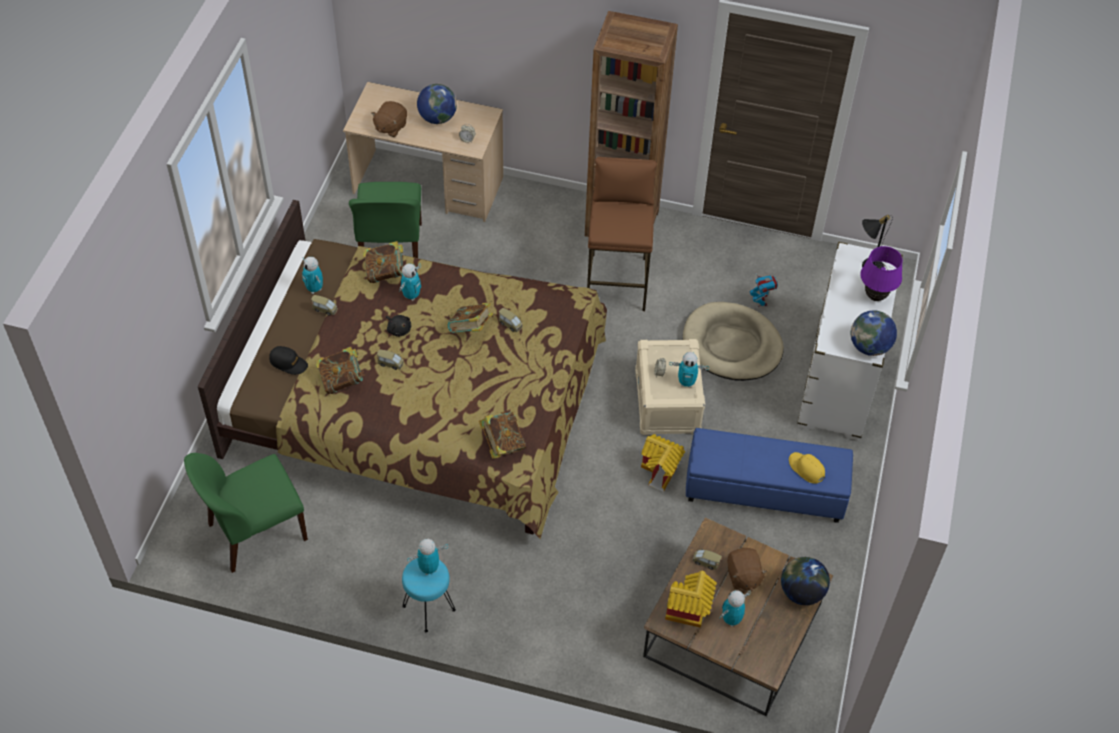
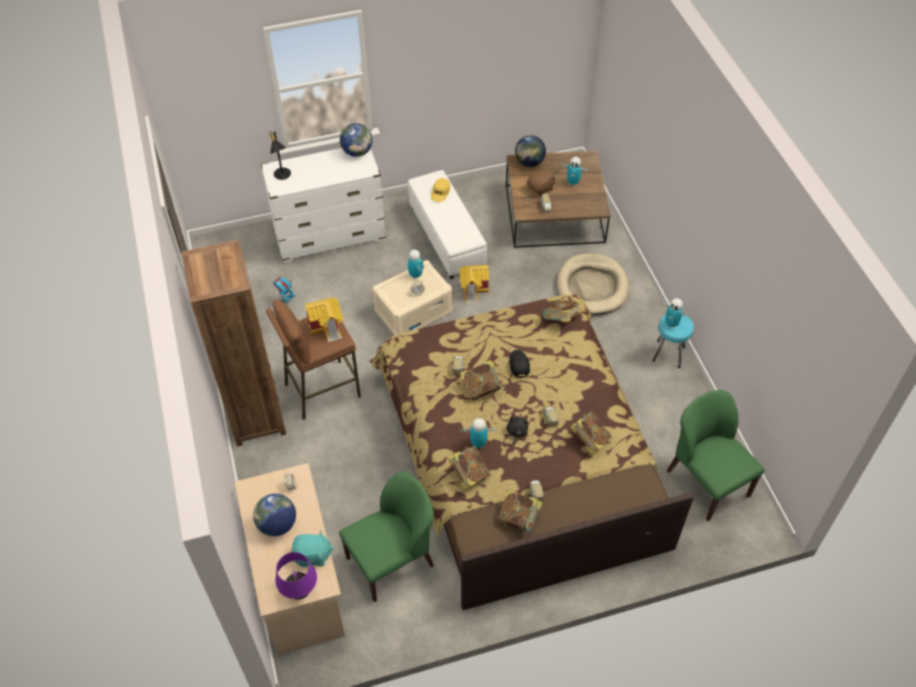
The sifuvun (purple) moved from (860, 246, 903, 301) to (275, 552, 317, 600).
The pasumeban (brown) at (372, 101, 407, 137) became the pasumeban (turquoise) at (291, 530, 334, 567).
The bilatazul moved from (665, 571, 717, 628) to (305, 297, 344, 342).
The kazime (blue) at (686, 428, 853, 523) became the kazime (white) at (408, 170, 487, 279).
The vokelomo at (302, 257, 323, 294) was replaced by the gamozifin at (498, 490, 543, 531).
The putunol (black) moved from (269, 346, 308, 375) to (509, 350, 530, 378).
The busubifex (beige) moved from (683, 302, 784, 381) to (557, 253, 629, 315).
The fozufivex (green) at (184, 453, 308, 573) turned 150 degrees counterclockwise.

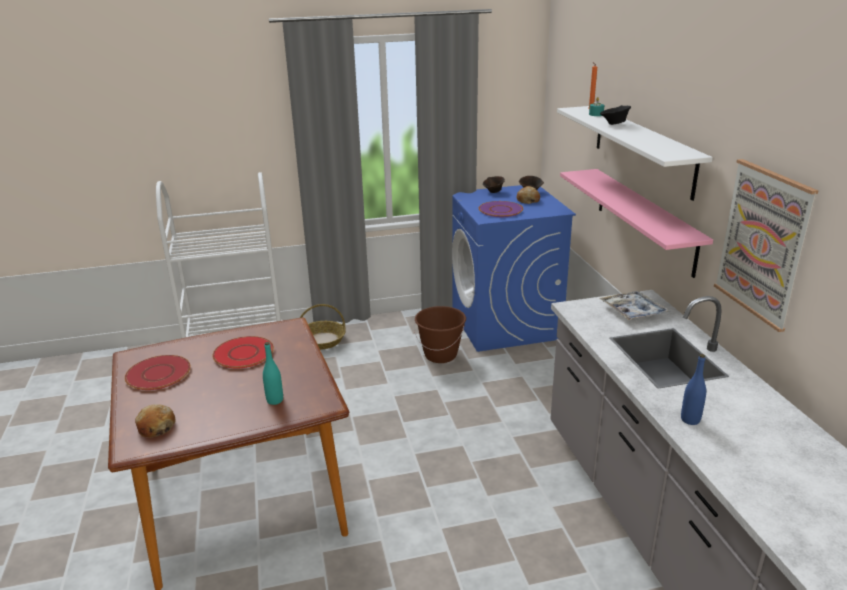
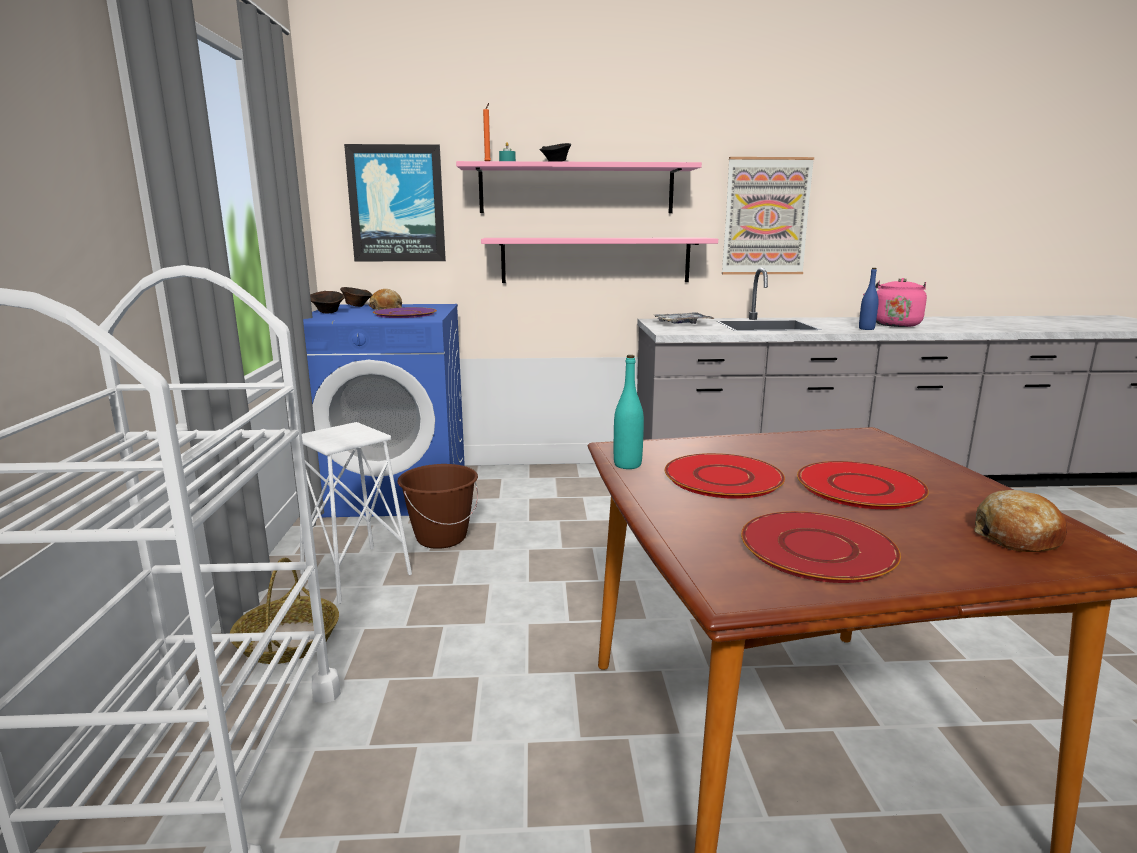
The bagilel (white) at (300, 422, 412, 604) appeared.
The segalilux at (344, 144, 446, 261) appeared.
The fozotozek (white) at (557, 106, 713, 201) became the fozotozek (pink) at (456, 161, 702, 213).
The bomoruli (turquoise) moved from (263, 342, 283, 405) to (614, 355, 644, 469).
The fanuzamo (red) at (797, 461, 929, 509) appeared.
The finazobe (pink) at (863, 278, 927, 327) appeared.

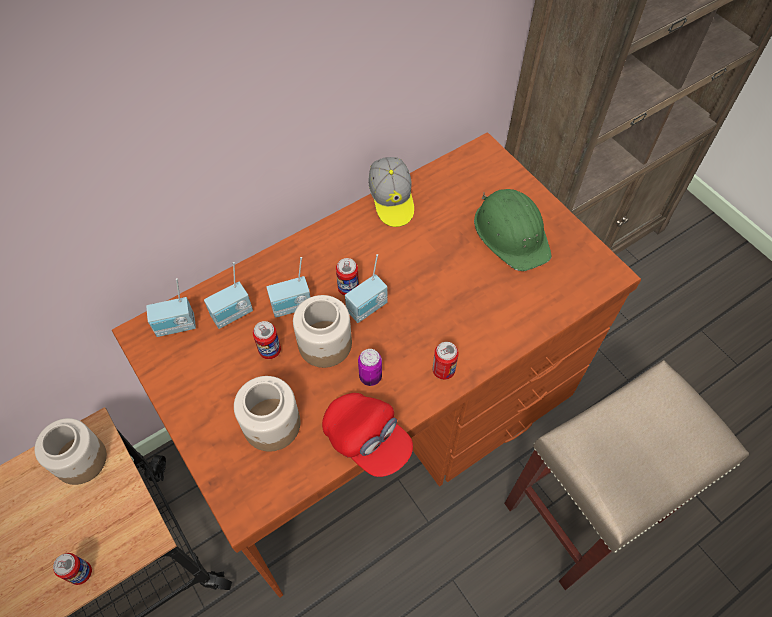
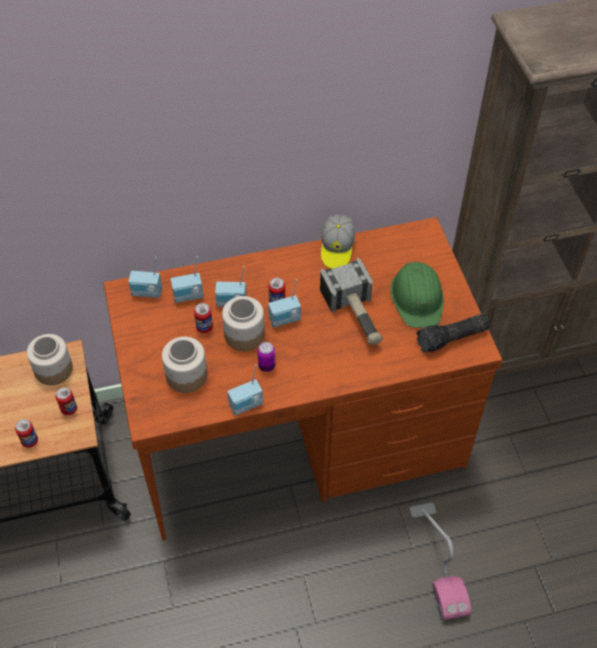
The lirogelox moved from (432, 342, 459, 380) to (55, 387, 77, 415).
The putunol (red) at (322, 393, 413, 477) was replaced by the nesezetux at (227, 364, 263, 416).
The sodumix at (320, 257, 383, 345) appeared.
The bagilel (beige) at (504, 360, 749, 590) was replaced by the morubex at (410, 503, 471, 620).
The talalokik at (417, 314, 490, 353) appeared.

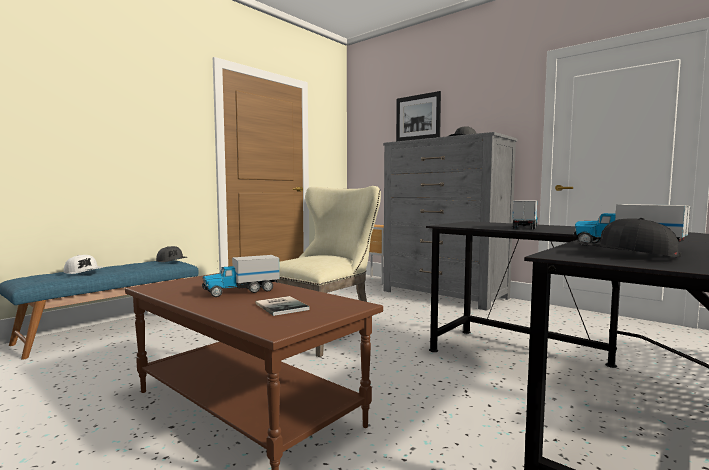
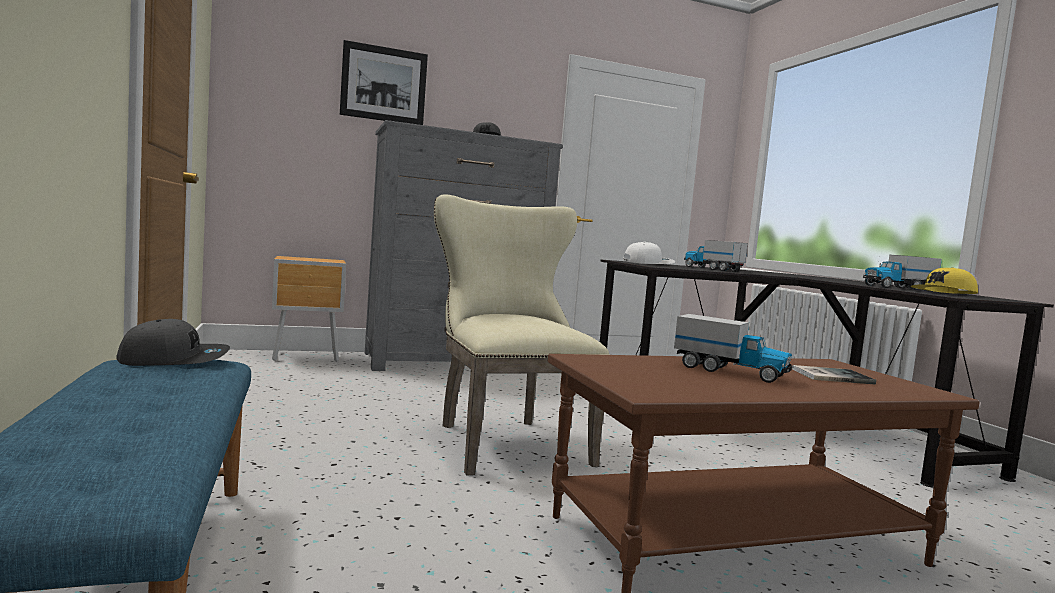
The putunol (white) moved from (64, 255, 102, 274) to (623, 242, 675, 264).
The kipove at (202, 255, 280, 297) turned 60 degrees counterclockwise.
The putunol (black) at (574, 218, 681, 257) became the putunol (yellow) at (911, 267, 978, 294).

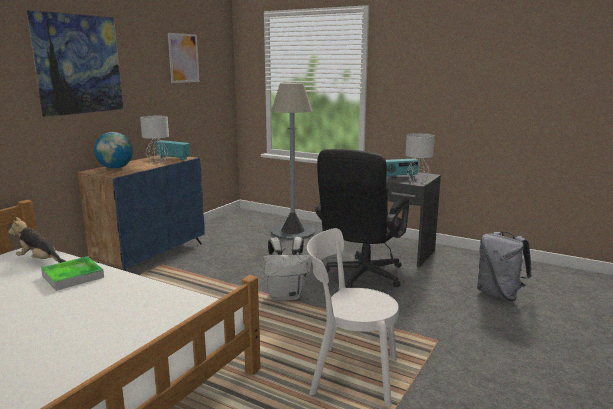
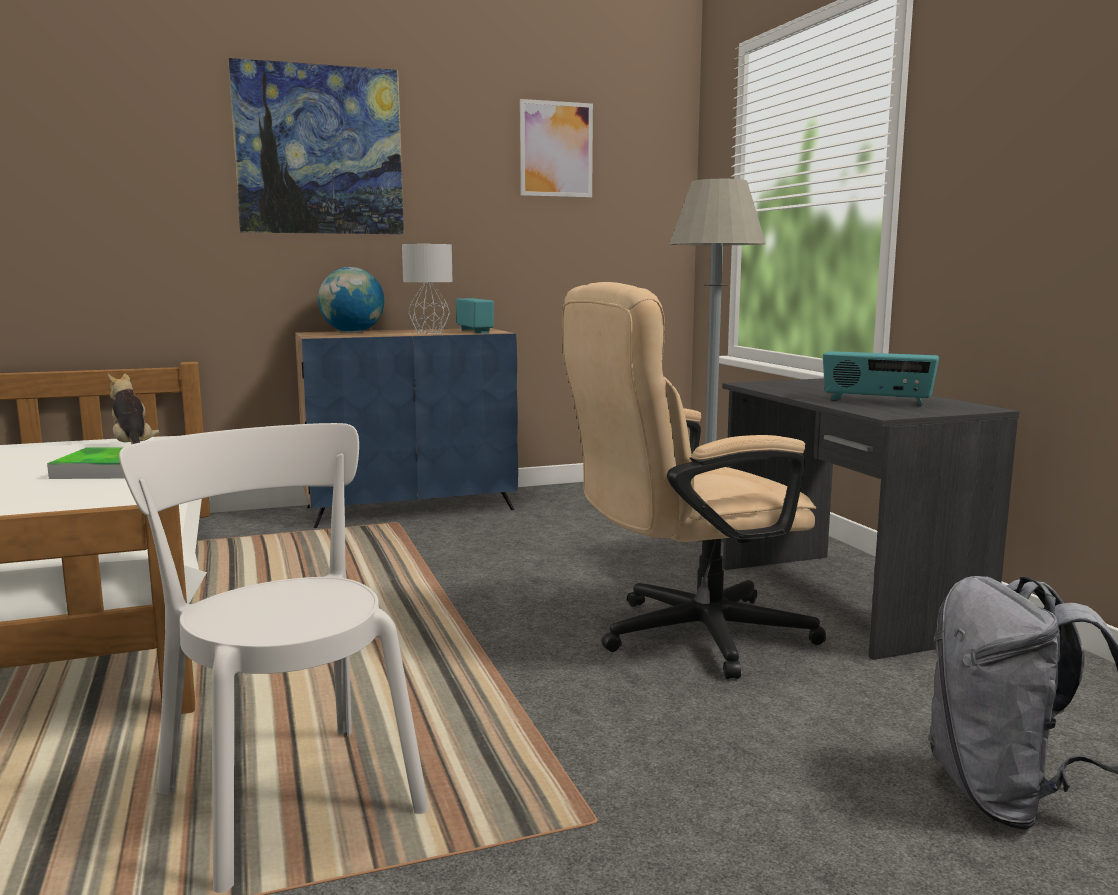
The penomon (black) at (315, 149, 409, 288) became the penomon (beige) at (562, 282, 826, 679).
The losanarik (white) at (263, 237, 312, 301) disappeared.
The sifuvun (grey) at (406, 133, 435, 185) disappeared.

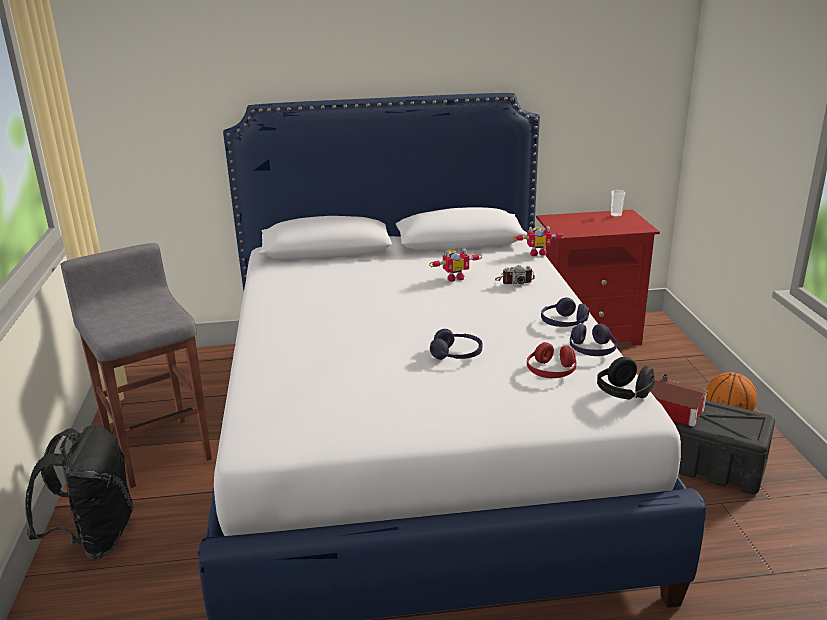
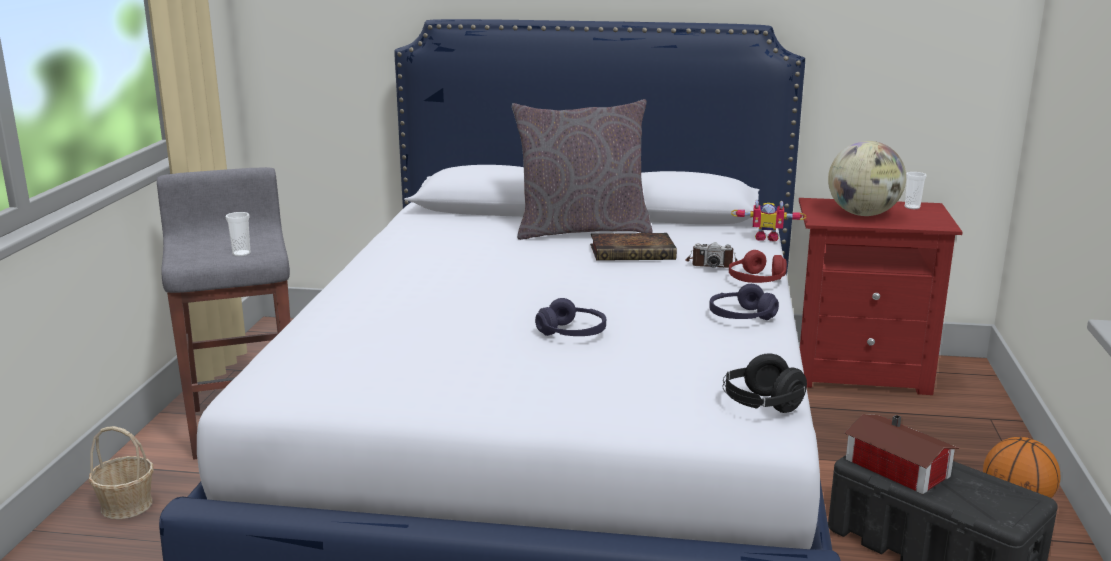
The losanarik (black) at (25, 425, 134, 559) was replaced by the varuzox at (89, 426, 154, 519).
The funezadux at (226, 212, 251, 256) appeared.
The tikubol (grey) at (512, 99, 653, 240) appeared.
The vokelomo at (429, 248, 482, 282) was replaced by the gamozifin at (590, 233, 677, 261).
The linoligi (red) moved from (527, 342, 577, 378) to (729, 250, 787, 283).
The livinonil at (828, 141, 906, 216) appeared.
The linoligi (purple) at (570, 324, 618, 356) disappeared.

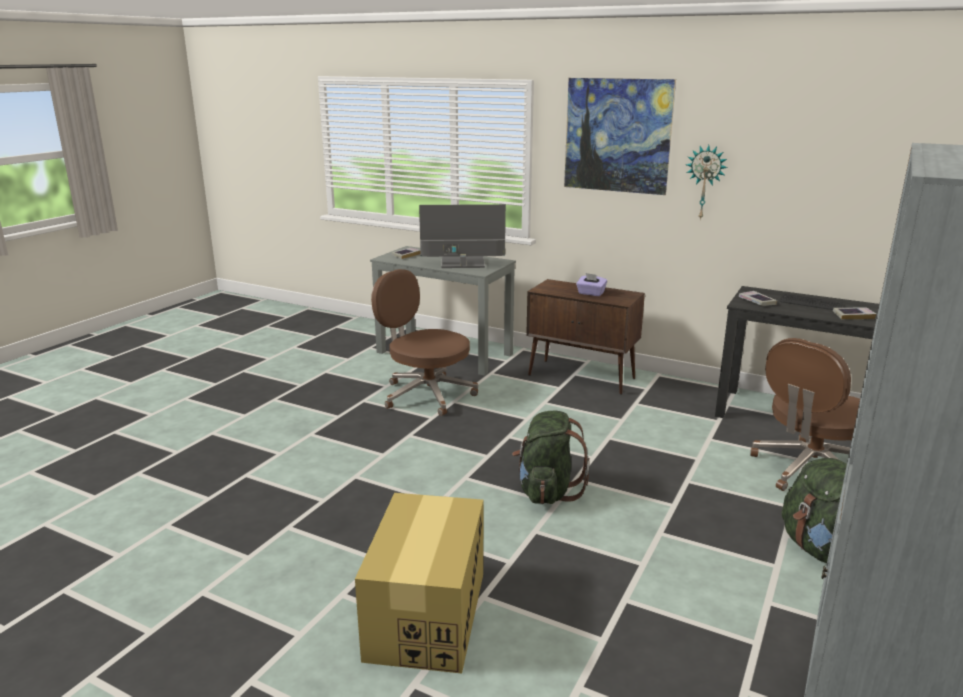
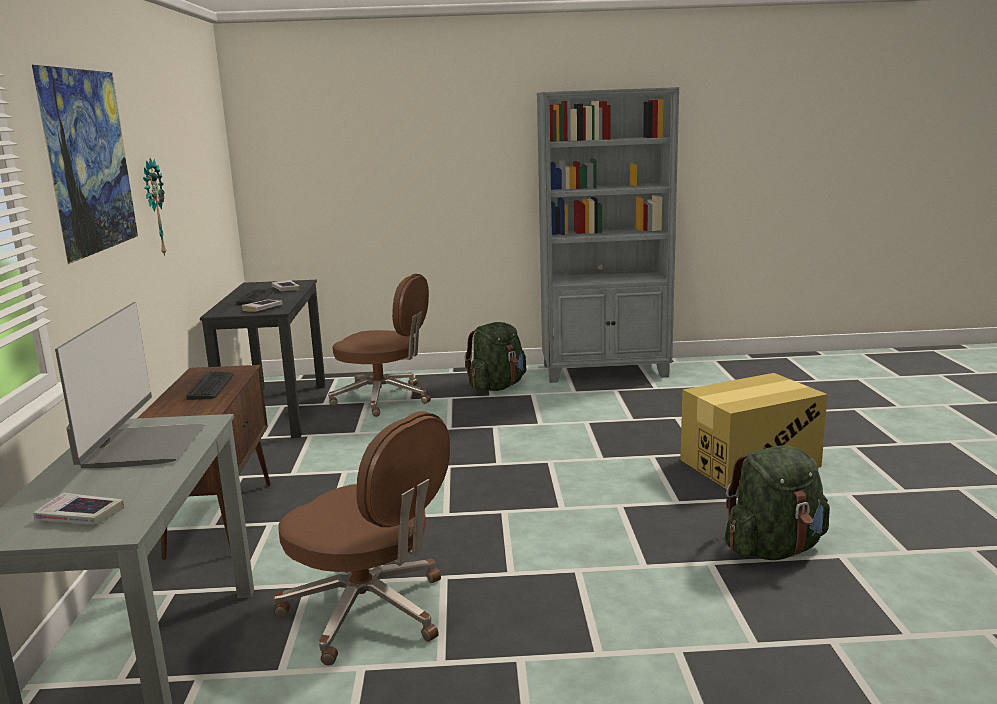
The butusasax at (419, 204, 506, 268) turned 150 degrees counterclockwise.
The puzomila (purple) at (576, 273, 607, 296) was replaced by the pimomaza at (186, 371, 233, 400).
The penomon (brown) at (371, 269, 478, 416) turned 60 degrees counterclockwise.
The losanarik (green) moved from (512, 410, 590, 504) to (725, 445, 830, 560).

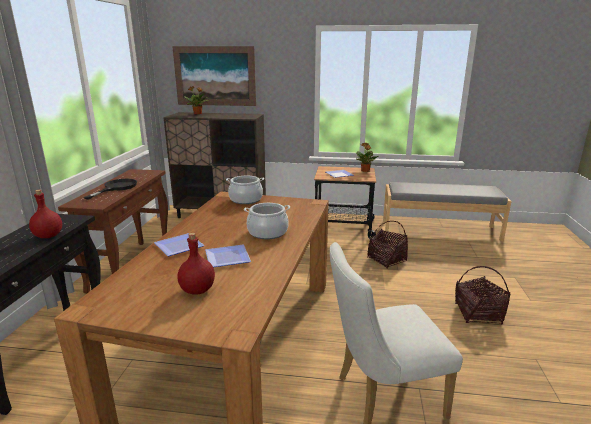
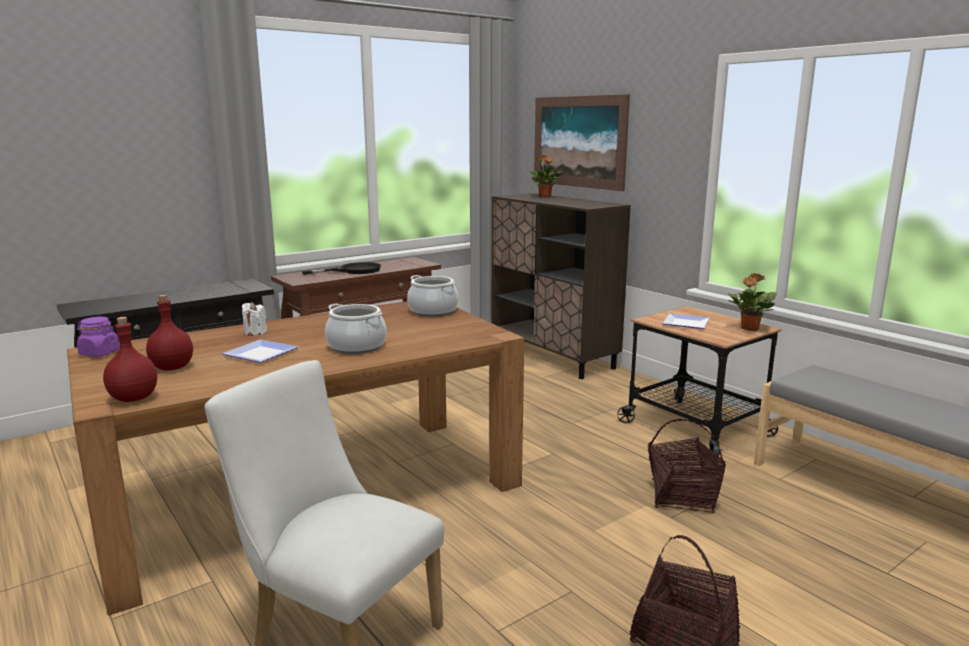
The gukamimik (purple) at (77, 317, 120, 357) appeared.
The bomoruli (red) moved from (29, 190, 62, 238) to (103, 317, 157, 402).
The fanuzamo at (154, 233, 205, 256) was replaced by the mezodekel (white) at (242, 302, 267, 336).

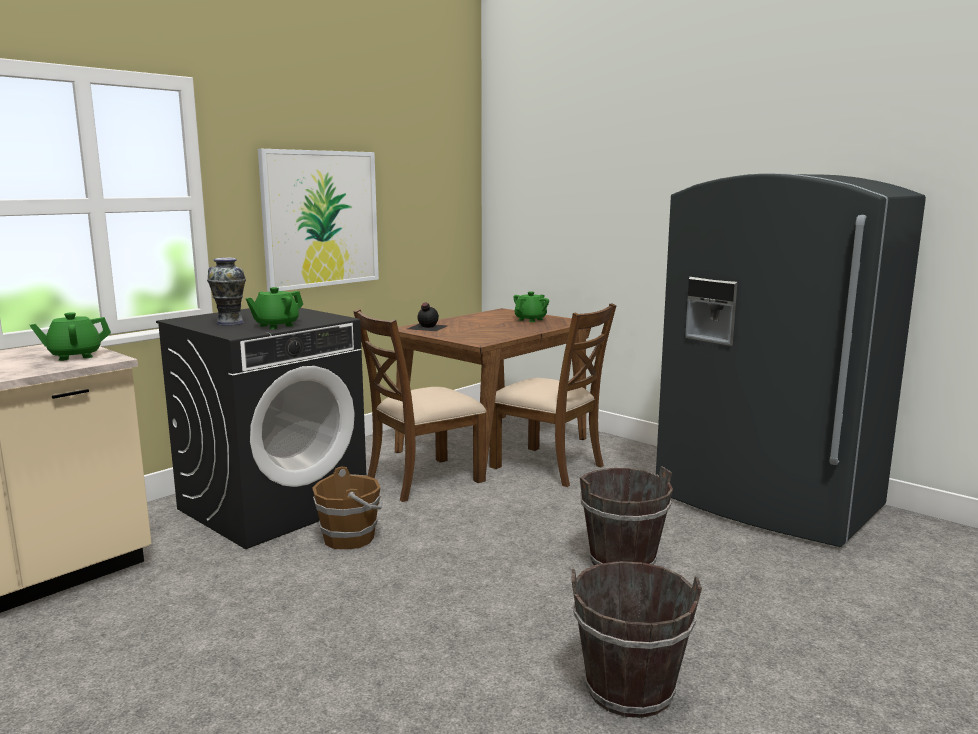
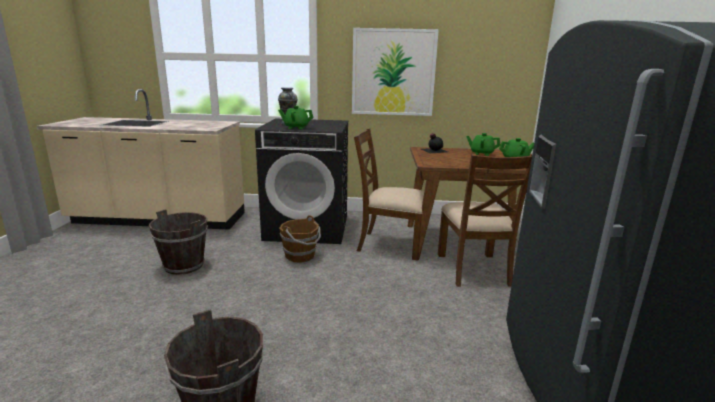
The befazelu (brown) moved from (580, 466, 673, 566) to (149, 209, 208, 275).
The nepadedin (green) moved from (30, 312, 111, 361) to (466, 133, 501, 156).

